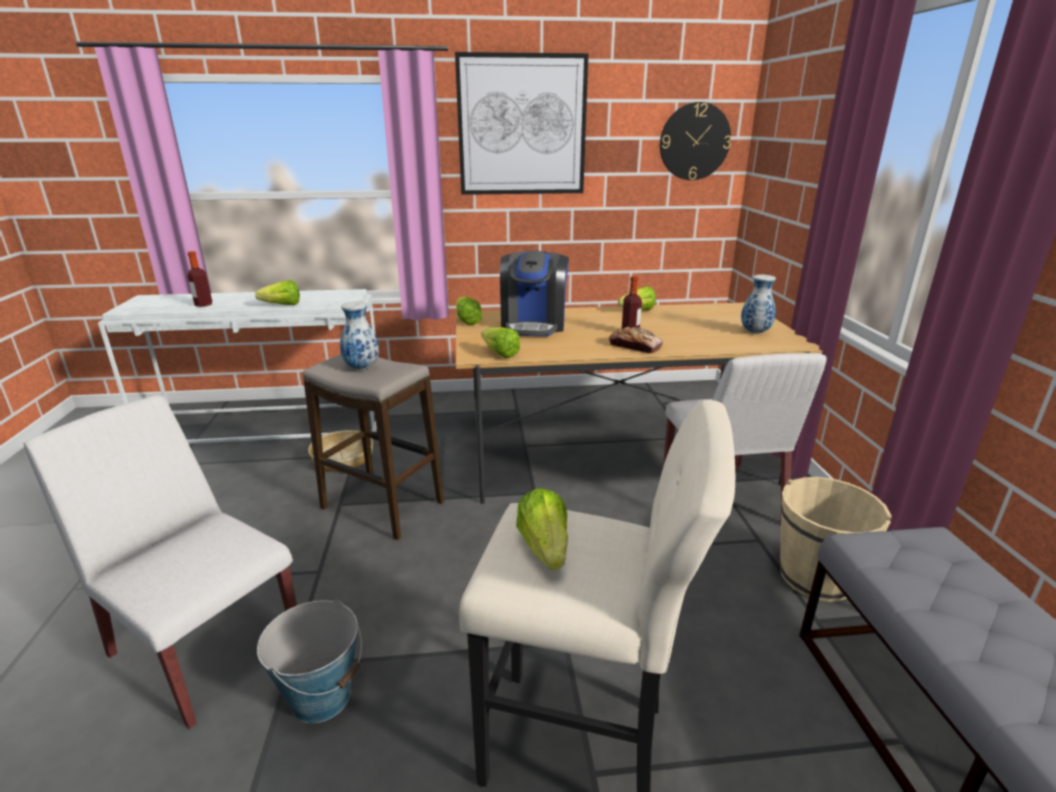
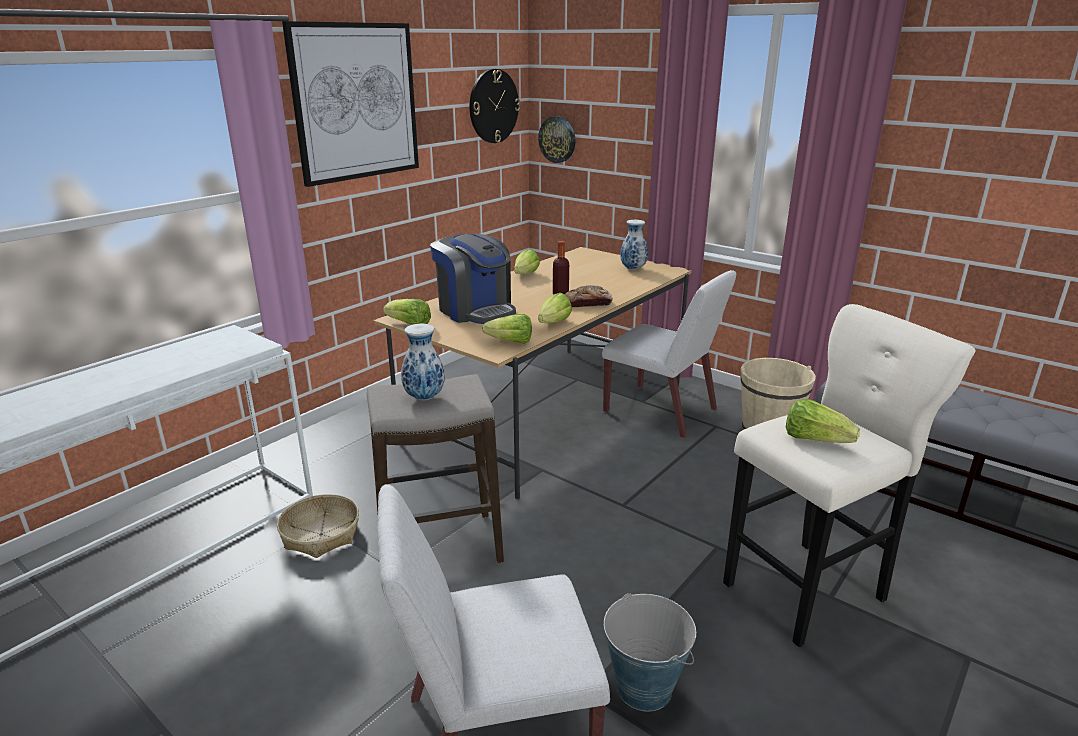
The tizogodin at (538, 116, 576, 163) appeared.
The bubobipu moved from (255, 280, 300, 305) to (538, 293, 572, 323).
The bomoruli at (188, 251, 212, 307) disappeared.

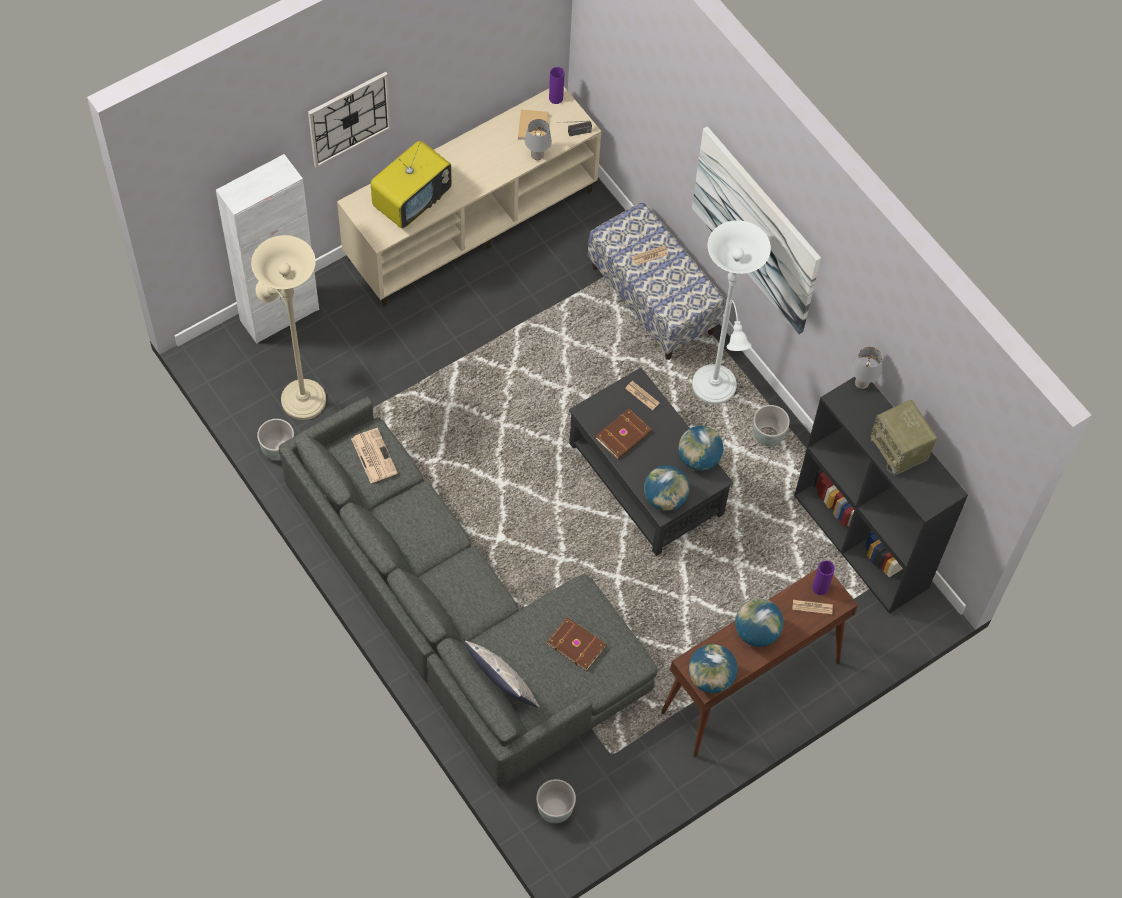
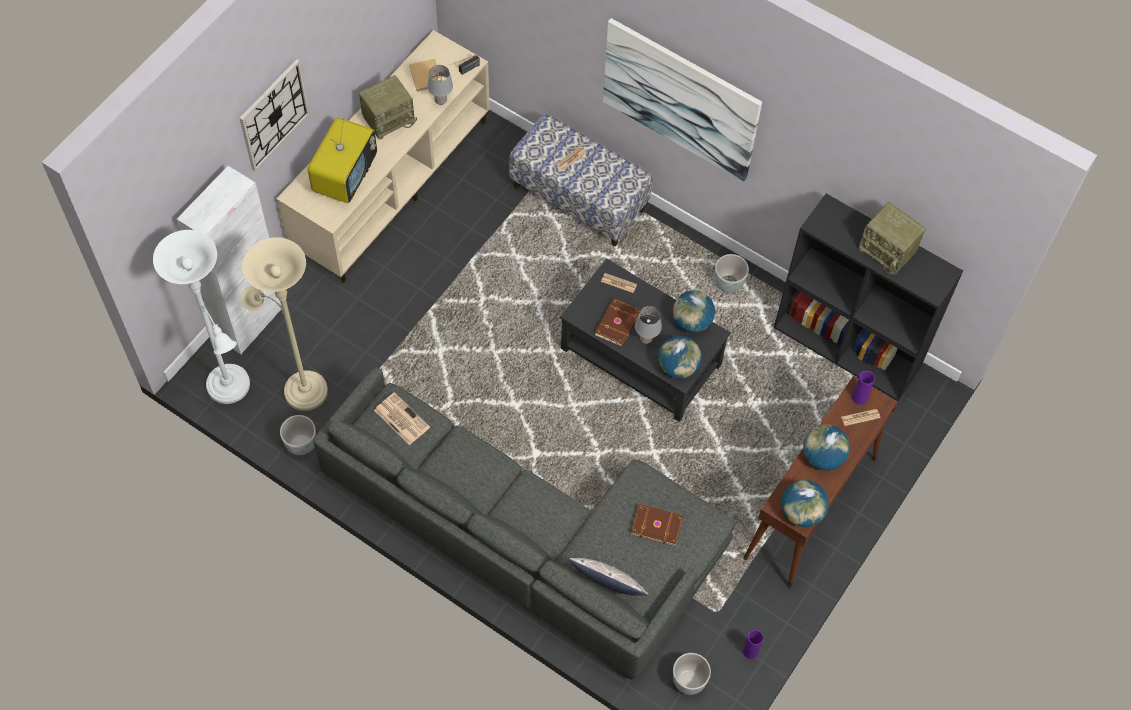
The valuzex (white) moved from (692, 220, 771, 404) to (153, 230, 250, 404).
The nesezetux at (359, 75, 417, 139) appeared.
The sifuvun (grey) moved from (852, 347, 882, 389) to (635, 306, 662, 344).
The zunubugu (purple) moved from (549, 67, 564, 104) to (743, 630, 763, 659).

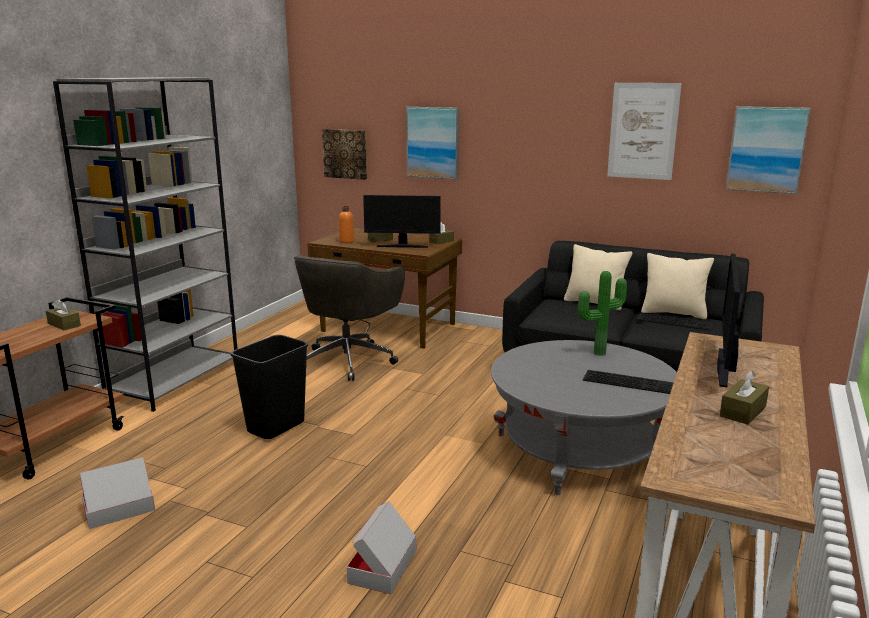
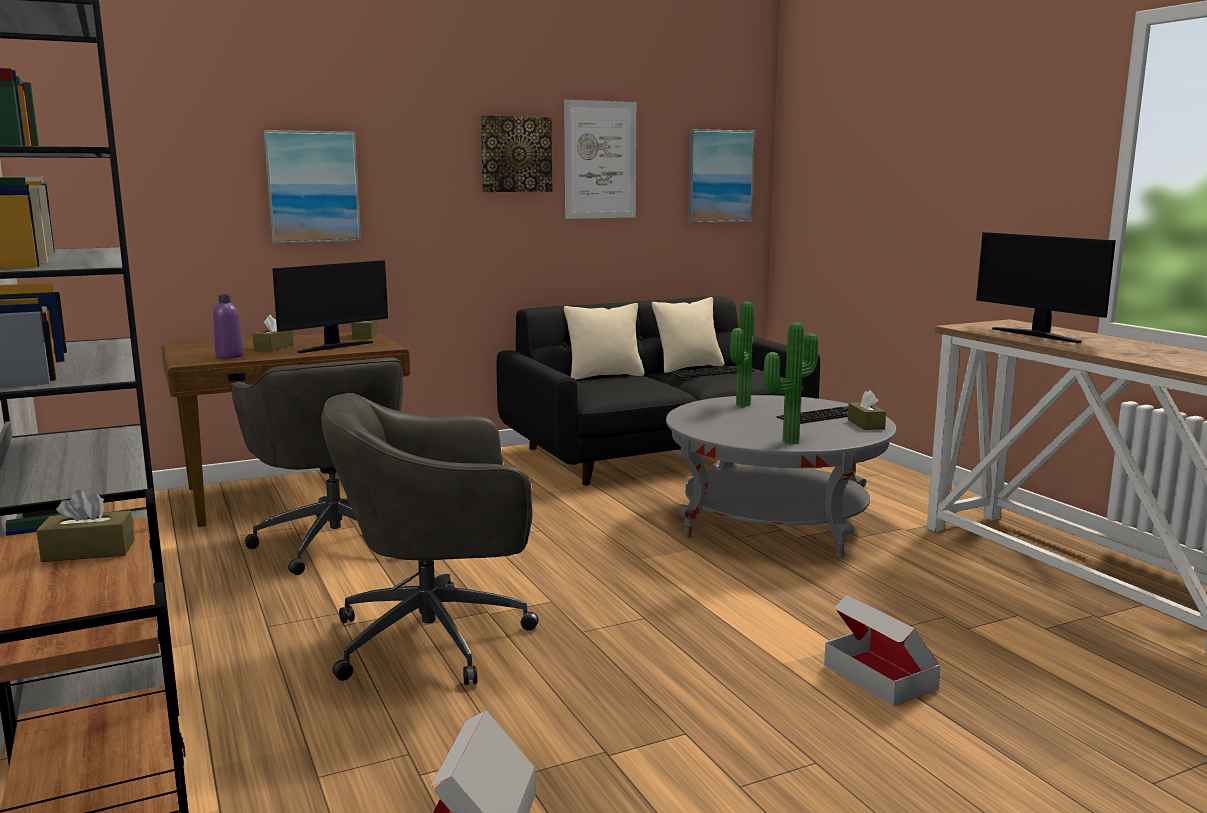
The bomoruli (orange) at (339, 206, 355, 243) became the bomoruli (purple) at (213, 294, 244, 358).
The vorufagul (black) at (231, 335, 308, 439) was replaced by the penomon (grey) at (321, 393, 539, 685).
The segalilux moved from (322, 129, 367, 180) to (480, 115, 552, 192).
The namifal at (763, 322, 818, 444) appeared.
The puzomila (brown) moved from (720, 370, 769, 425) to (848, 390, 886, 430).

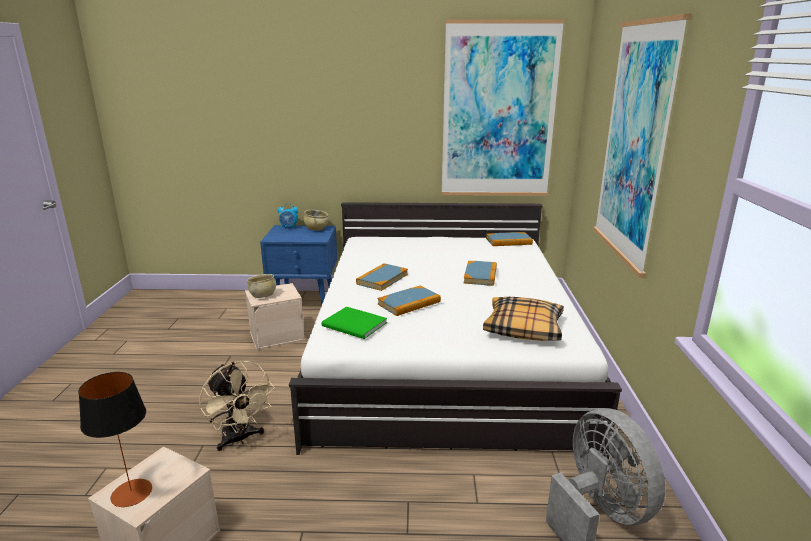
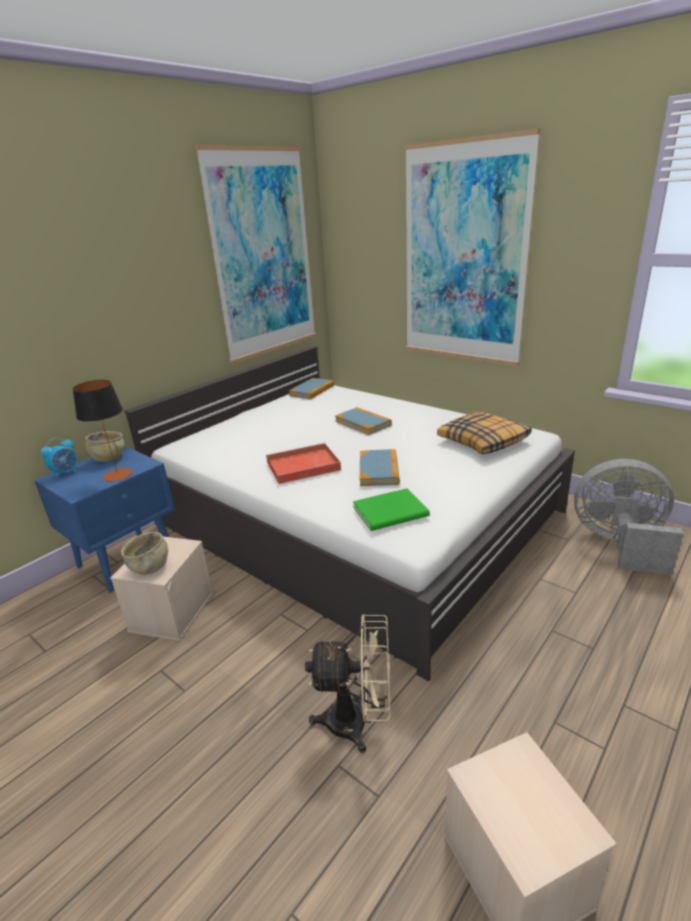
The sifuvun moved from (78, 372, 152, 507) to (73, 380, 132, 481).
The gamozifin at (356, 263, 408, 291) was replaced by the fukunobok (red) at (266, 443, 341, 484).

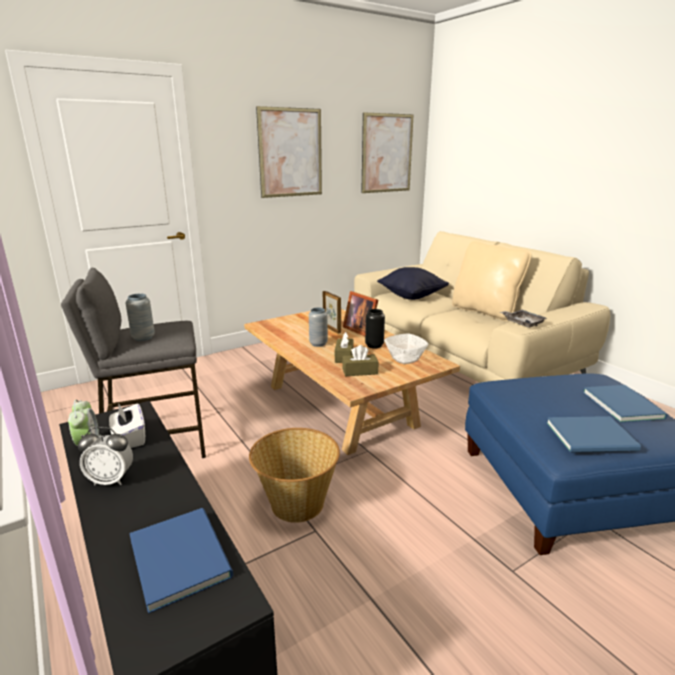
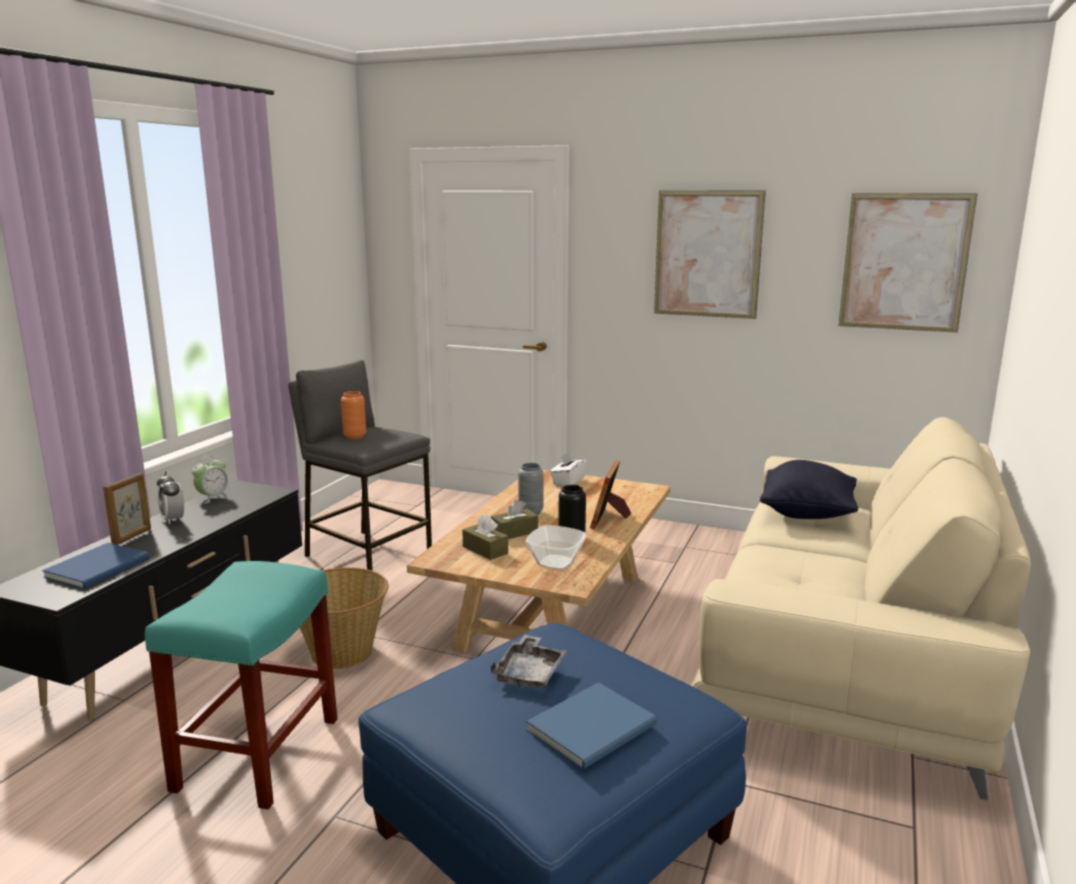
The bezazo moved from (323, 291, 341, 334) to (103, 473, 151, 545).
The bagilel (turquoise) at (145, 561, 337, 810) appeared.
The zunubugu (grey) at (126, 294, 155, 341) became the zunubugu (orange) at (341, 391, 366, 439).
The fukunobok (grey) moved from (500, 310, 547, 328) to (490, 634, 567, 688).
The puzomila (white) moved from (109, 403, 145, 448) to (550, 452, 586, 486).
The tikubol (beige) at (452, 241, 532, 321) disappeared.
The gamozifin (blue) at (546, 416, 641, 452) disappeared.

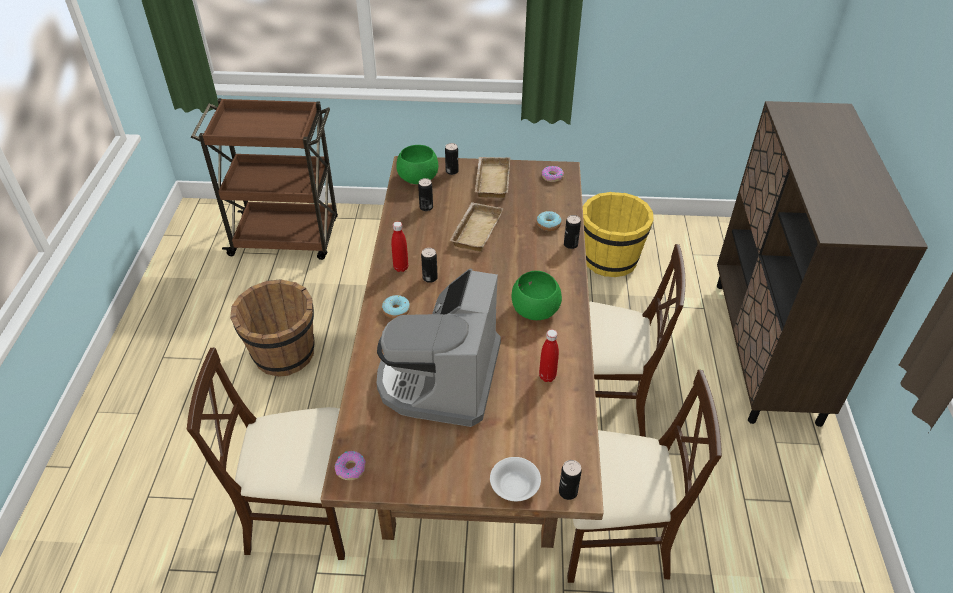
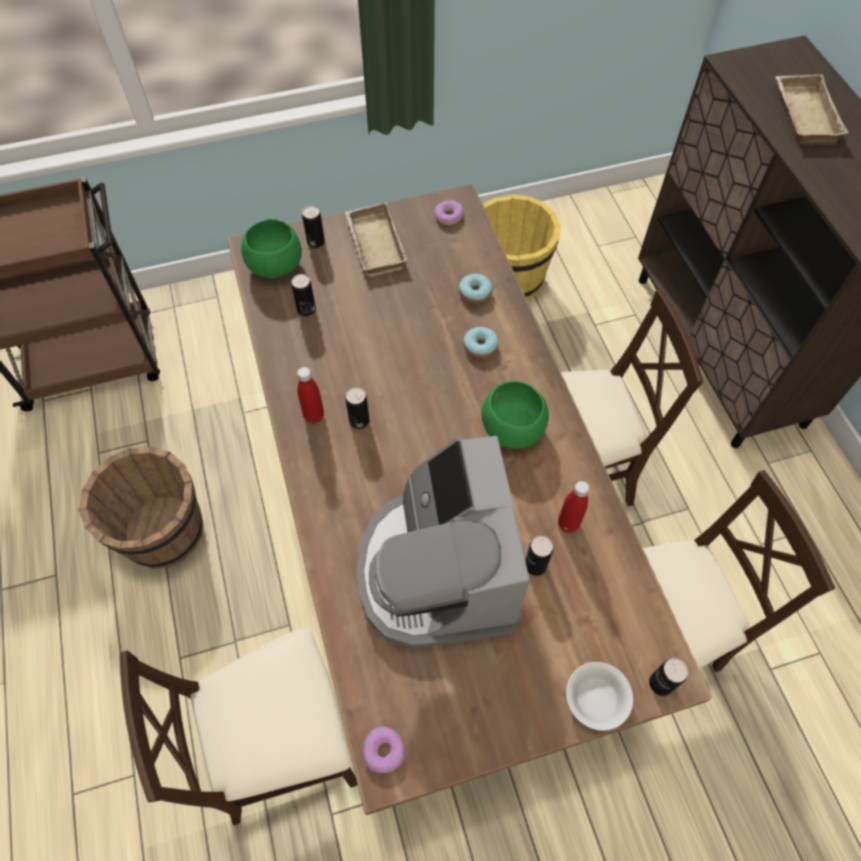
The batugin moved from (382, 295, 410, 319) to (463, 327, 498, 358).
The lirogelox moved from (564, 215, 581, 249) to (525, 536, 553, 576).
The fukunobok (beige) moved from (449, 202, 503, 252) to (775, 74, 848, 143).

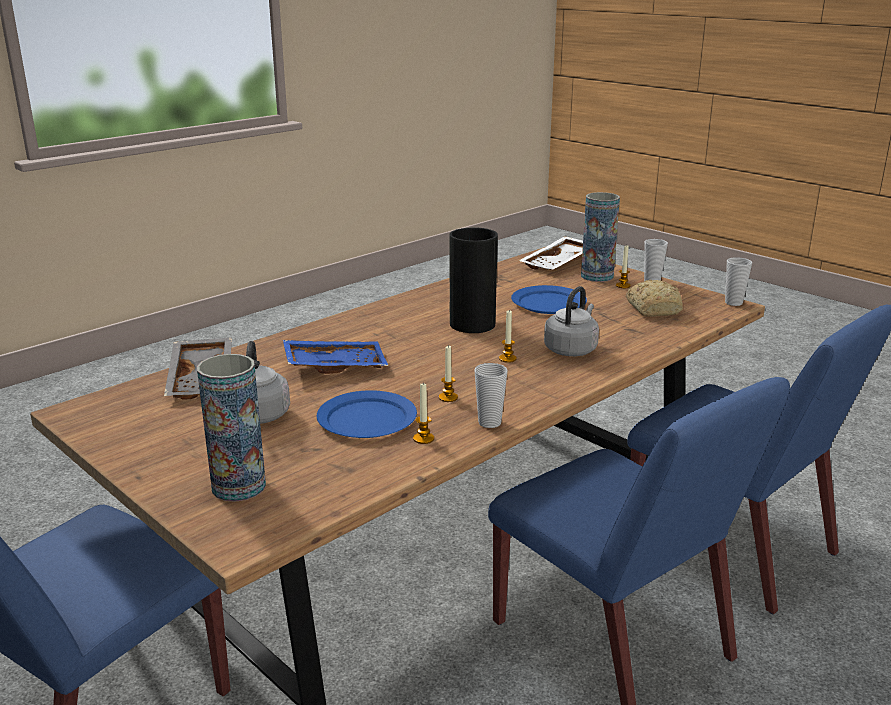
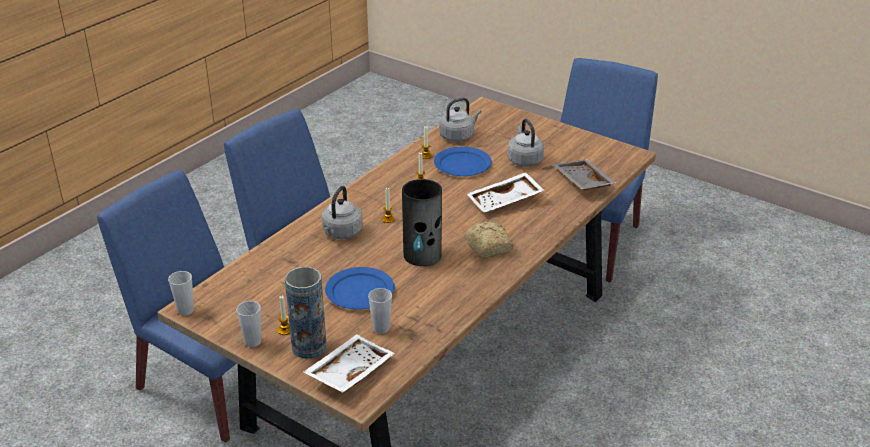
The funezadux moved from (475, 363, 508, 428) to (368, 288, 392, 334).
The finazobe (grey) at (439, 98, 481, 142) appeared.
The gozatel moved from (626, 280, 683, 317) to (466, 221, 514, 258).
The fukunobok (blue) at (283, 340, 388, 374) became the fukunobok (white) at (467, 172, 545, 213).
The zunubugu at (197, 354, 266, 502) disappeared.

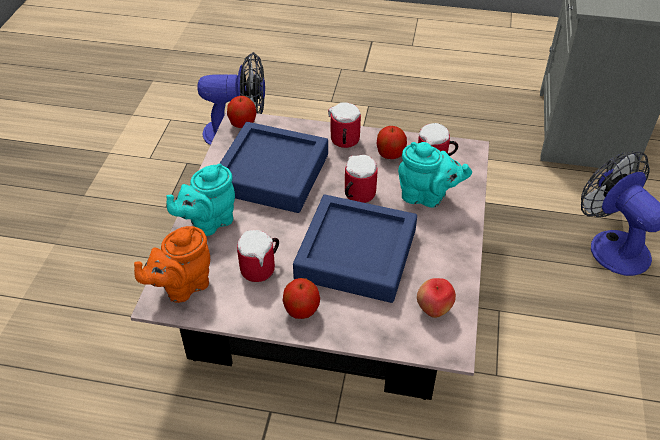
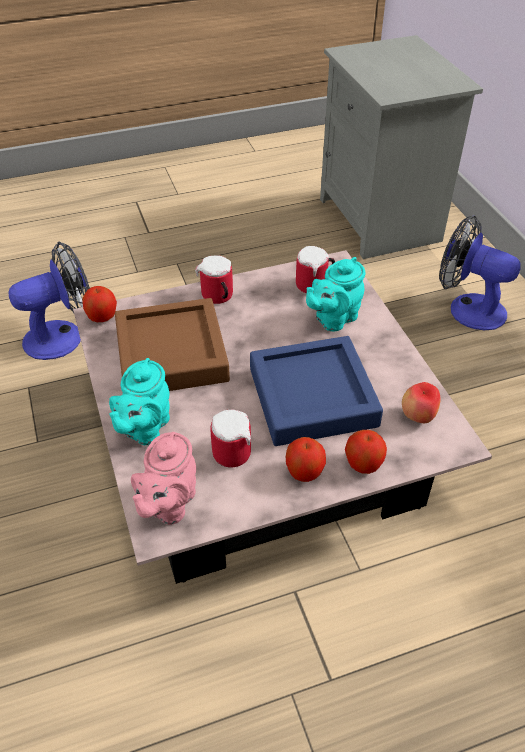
The fukunobok (blue) at (219, 122, 328, 213) became the fukunobok (brown) at (115, 298, 230, 391).
The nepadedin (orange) at (134, 226, 210, 303) became the nepadedin (pink) at (131, 432, 196, 525).
The nepadedin (turquoise) at (398, 142, 472, 208) turned 150 degrees clockwise.
The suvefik moved from (377, 126, 407, 159) to (345, 430, 387, 474).
The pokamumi at (345, 155, 378, 203) disappeared.

